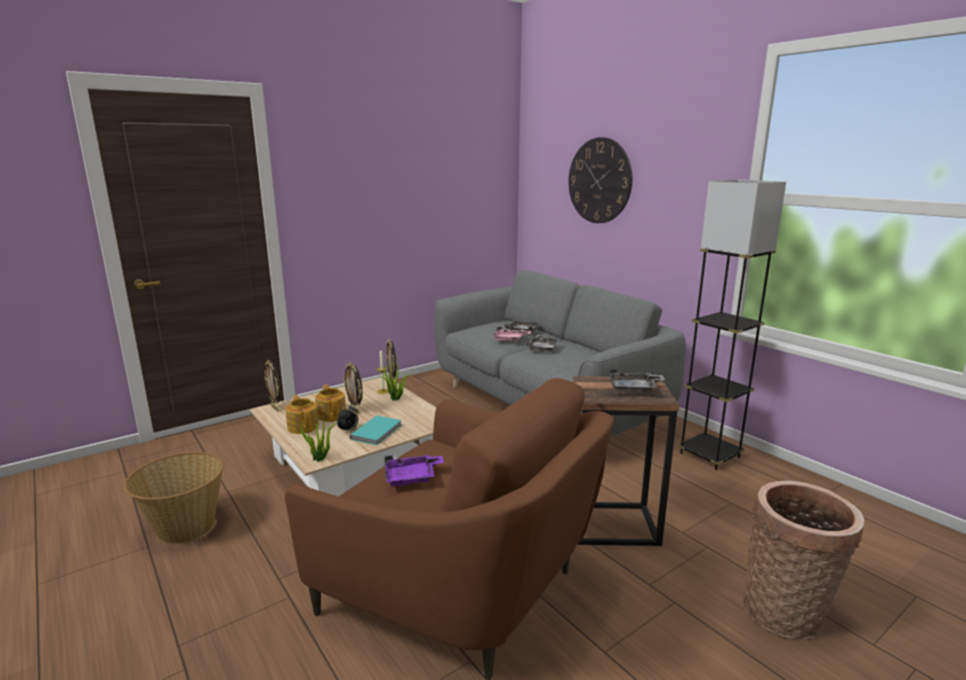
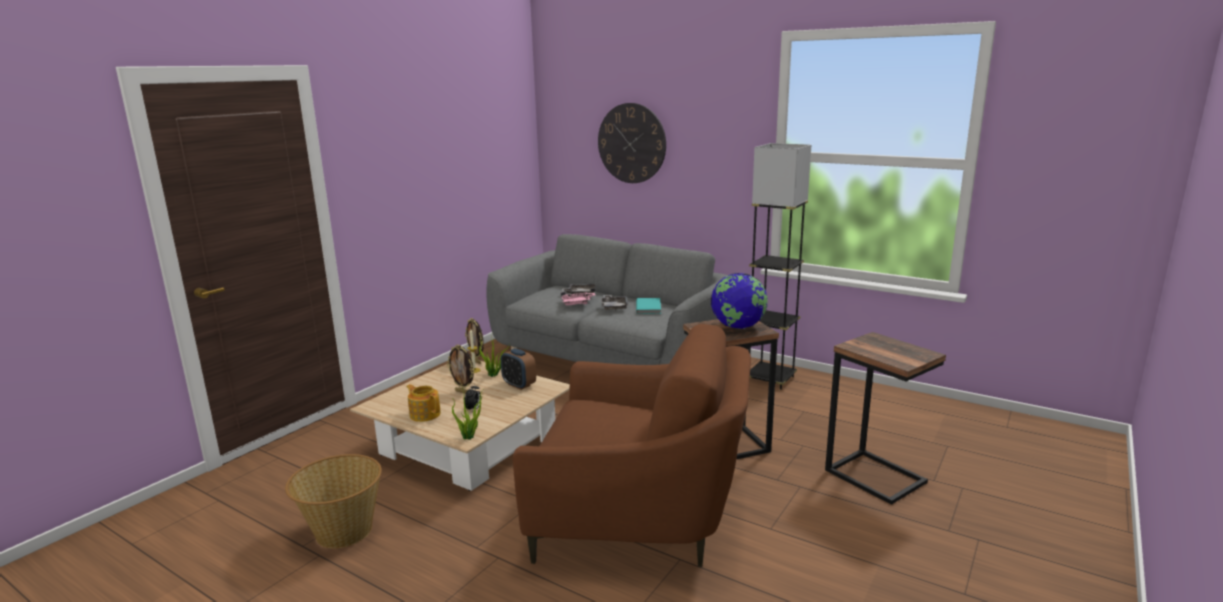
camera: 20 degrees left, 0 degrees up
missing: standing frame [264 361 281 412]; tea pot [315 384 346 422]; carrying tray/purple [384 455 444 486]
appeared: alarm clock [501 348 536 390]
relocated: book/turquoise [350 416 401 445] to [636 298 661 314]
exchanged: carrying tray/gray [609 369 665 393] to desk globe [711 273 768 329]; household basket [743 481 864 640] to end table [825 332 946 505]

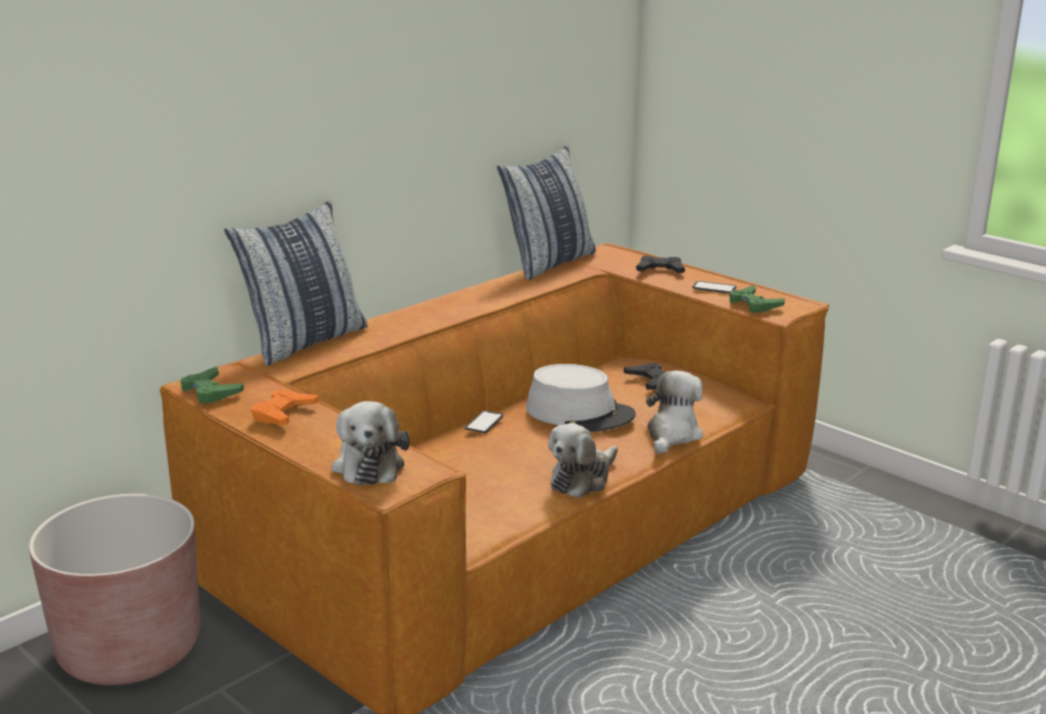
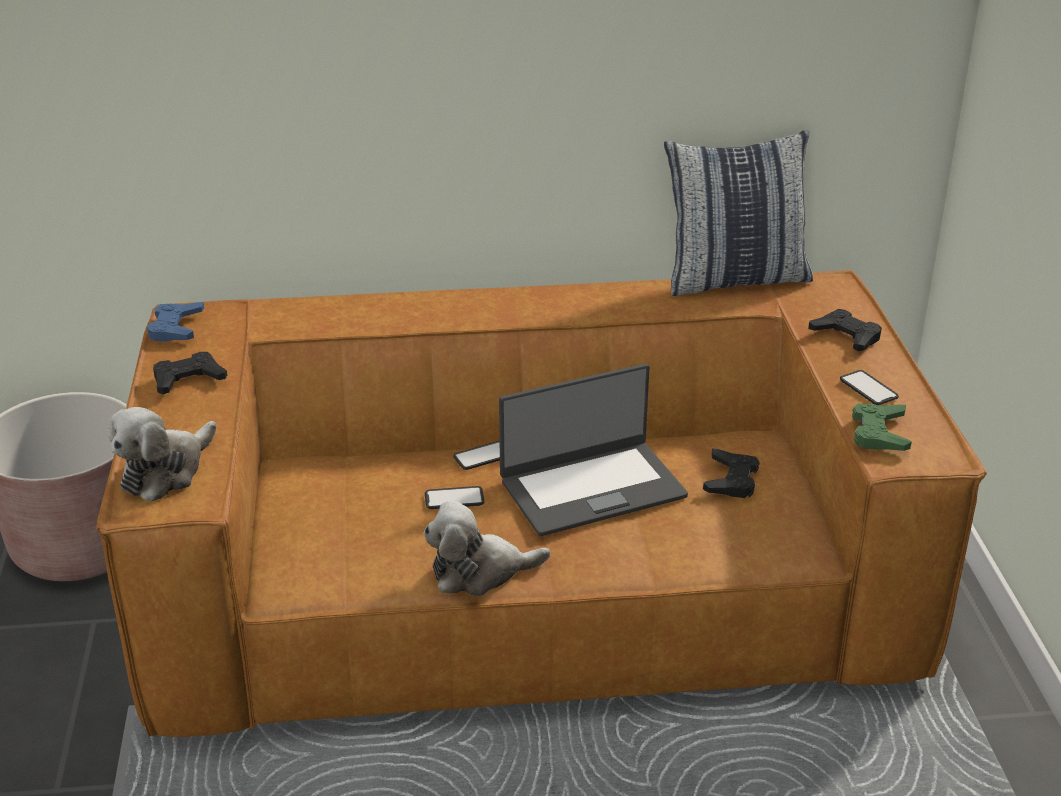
camera: 40 degrees right, 10 degrees up
missing: pillow [224 200 368 366]; plush toy [646 371 703 454]
appeared: phone [425 486 484 509]
exchanged: hat/gray [526 364 636 432] to notebook computer [499 364 688 536]
colour: joypad/greenish [181 366 244 404] to joypad/blue-coloured [146 302 204 341]; joypad/orangey [251 389 319 425] to joypad/black-coloured [153 352 227 394]

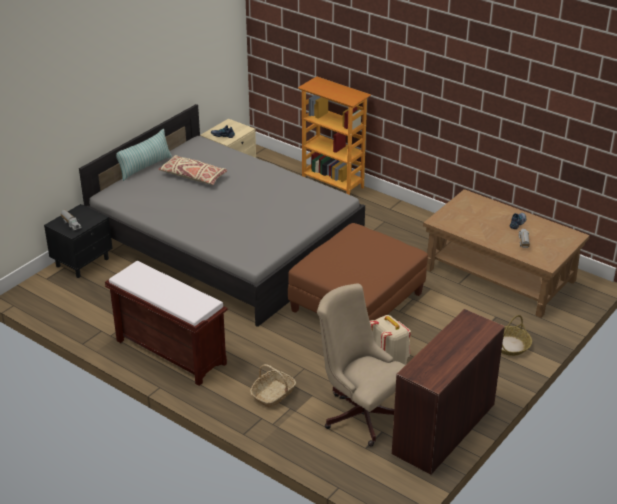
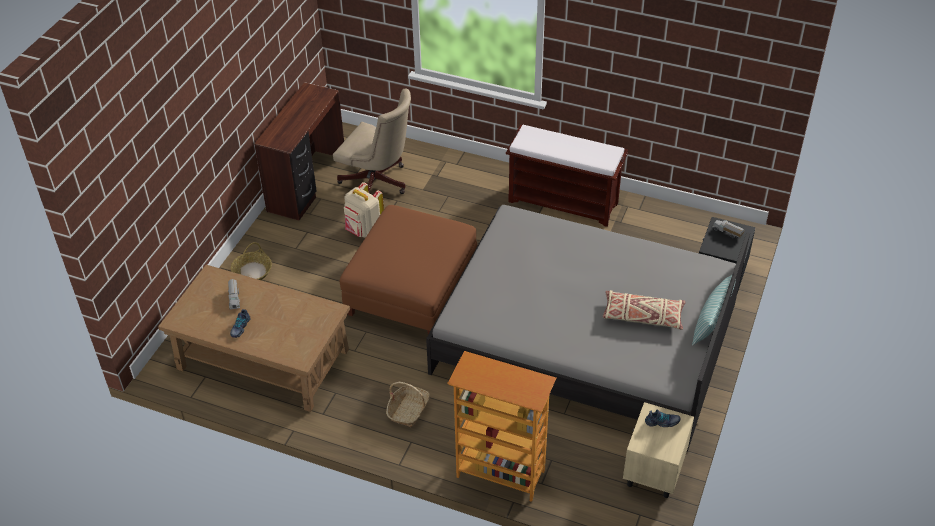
camera: 165 degrees right, 10 degrees up
relocated: household basket [250 364 296 408] to [386 382 430 427]

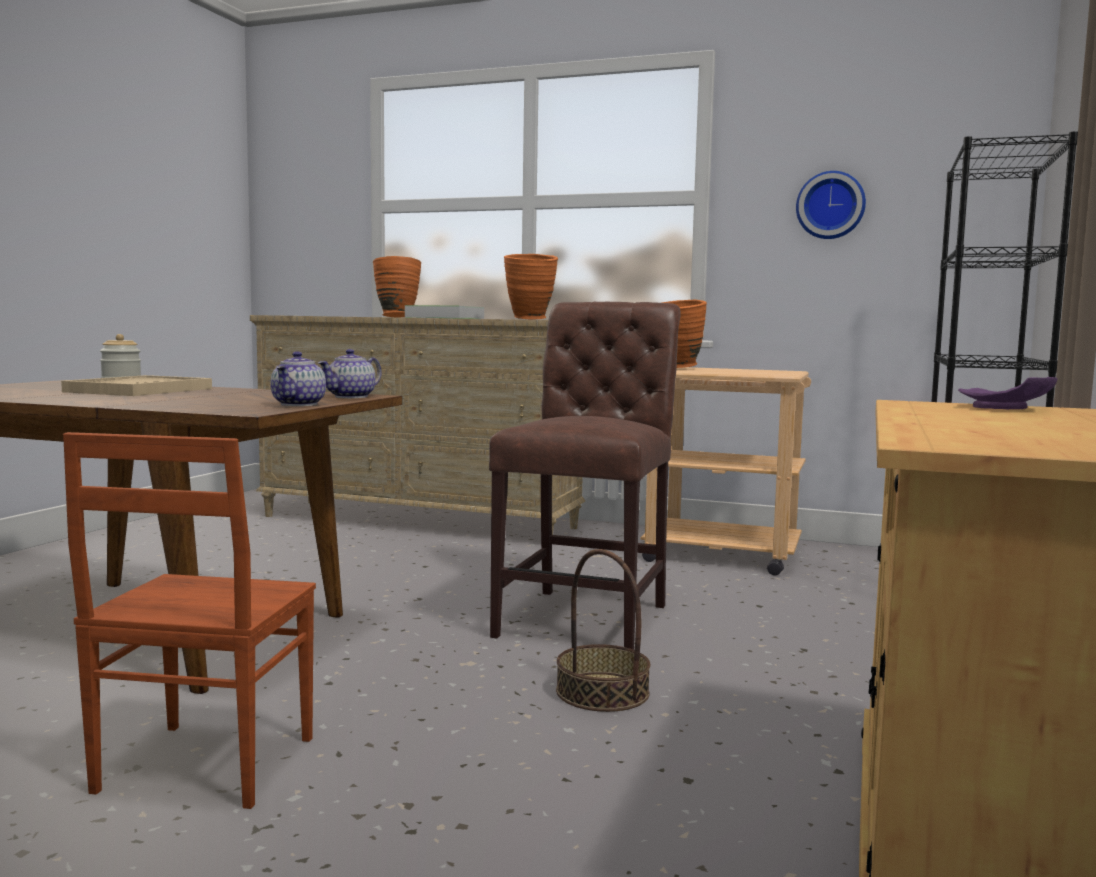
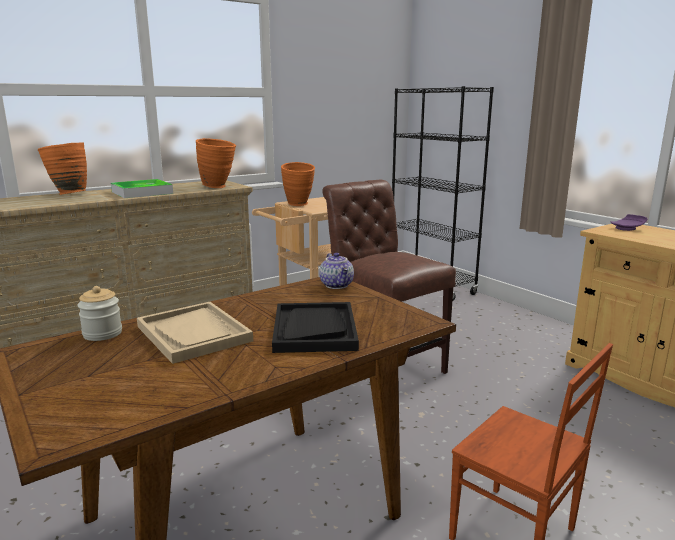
camera: 55 degrees left, 10 degrees up
missing: wall clock [796 171 866 239]; tea pot [270 351 326 406]; household basket [556 549 651 712]
appeared: carrying tray/black-coloured [272 302 359 353]

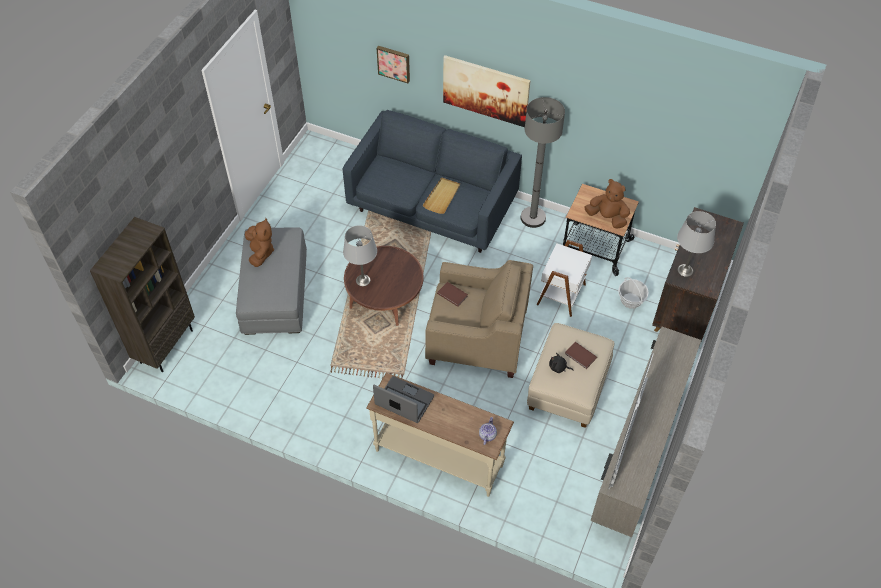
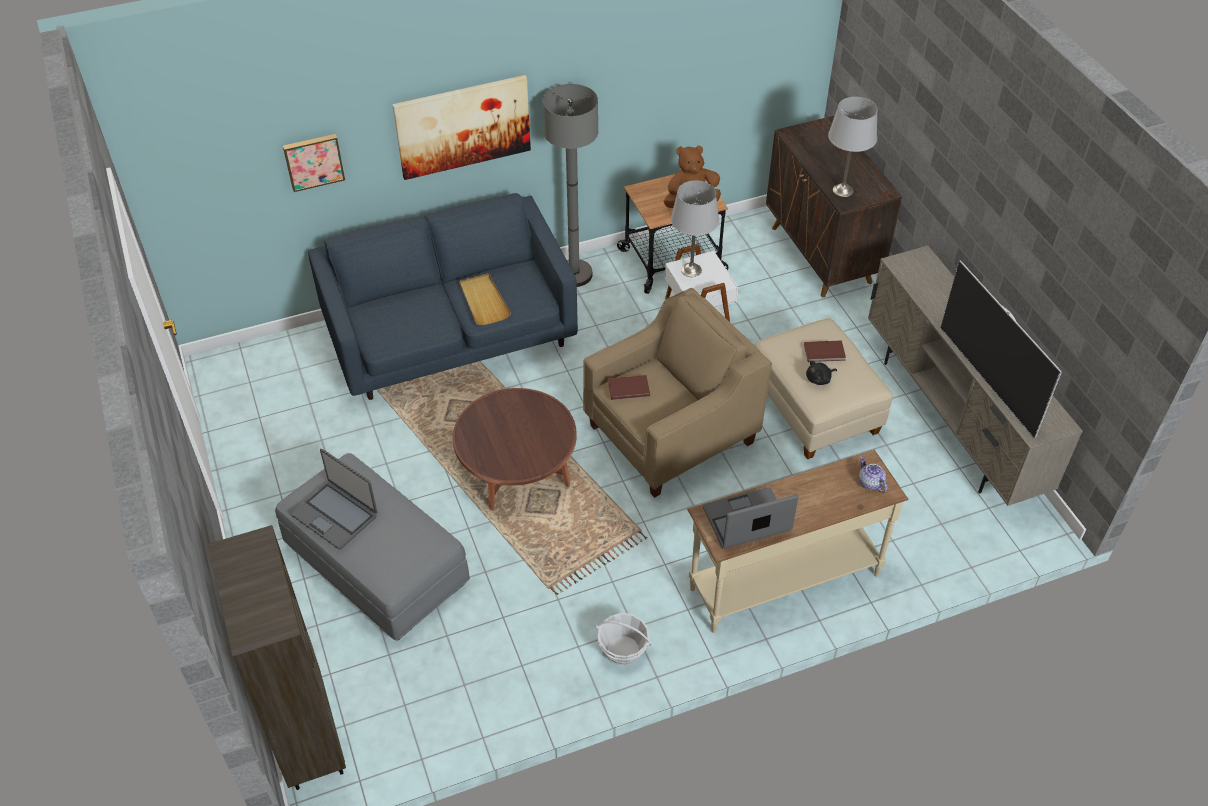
camera: 45 degrees left, 5 degrees down
relocated: table lamp/gray [343 225 377 286] to [671 181 719 277]; household basket [618 277 649 309] to [595 613 652 665]
exchanged: plush toy/brownish [245 218 274 267] to notebook computer [291 449 377 550]

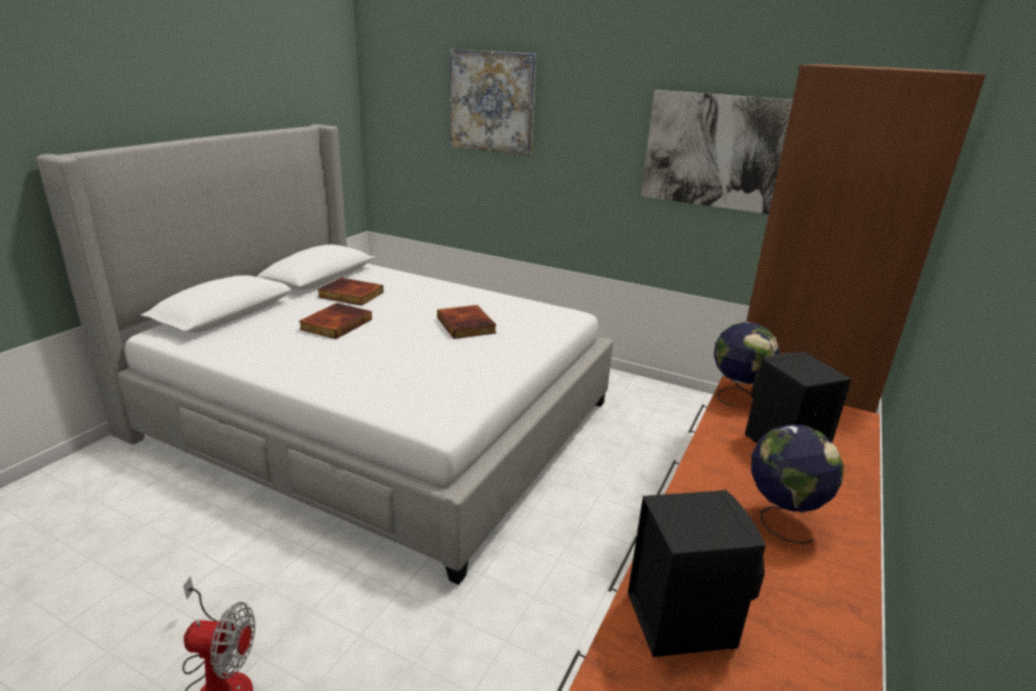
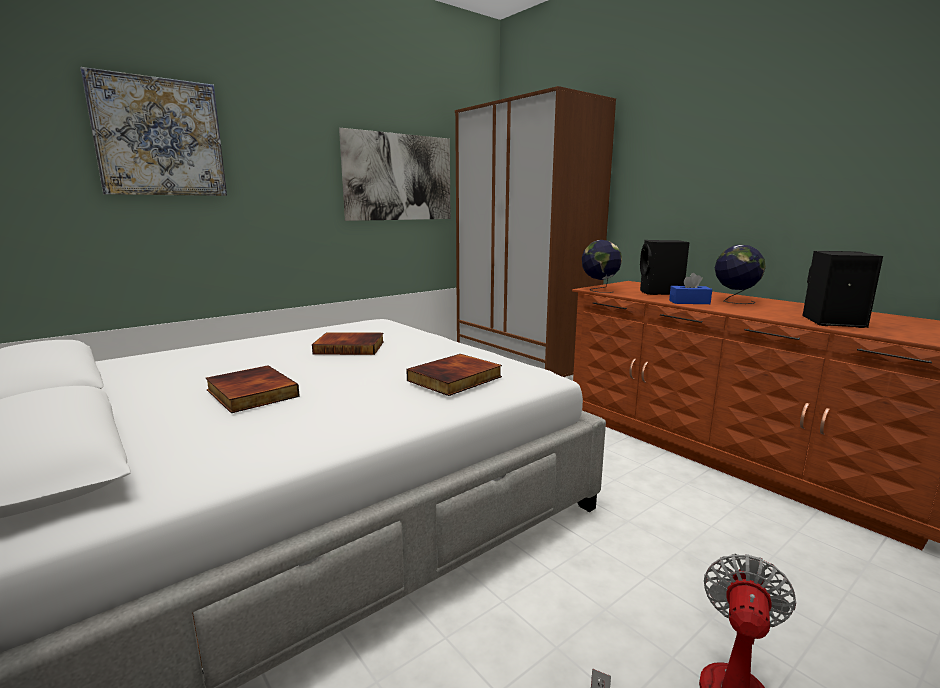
camera: 65 degrees left, 10 degrees down
appeared: tissue box/blue-coloured [669 273 712 304]
relocated: book [317 278 383 306] to [406 354 502 396]

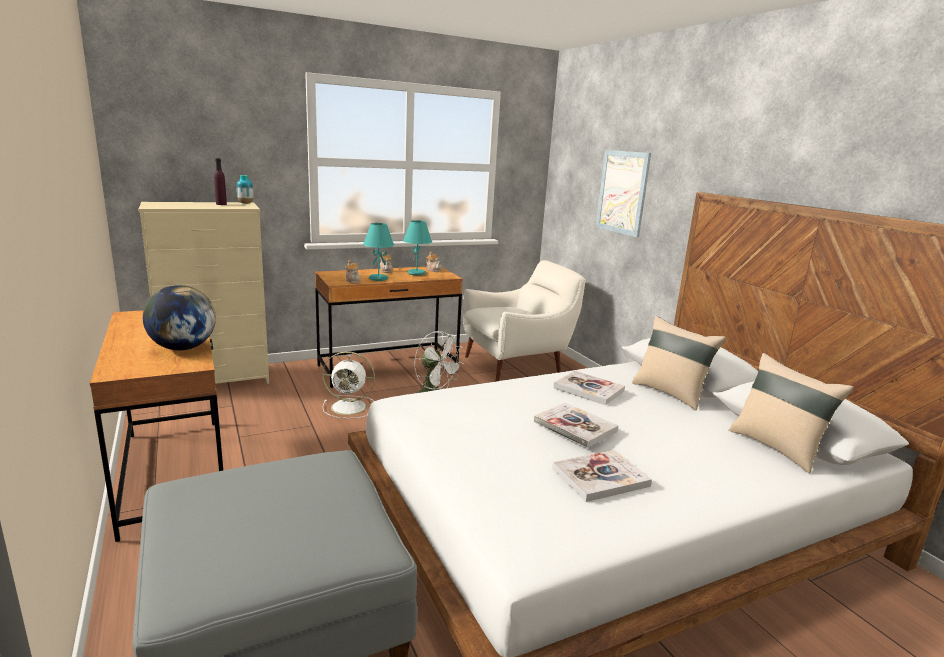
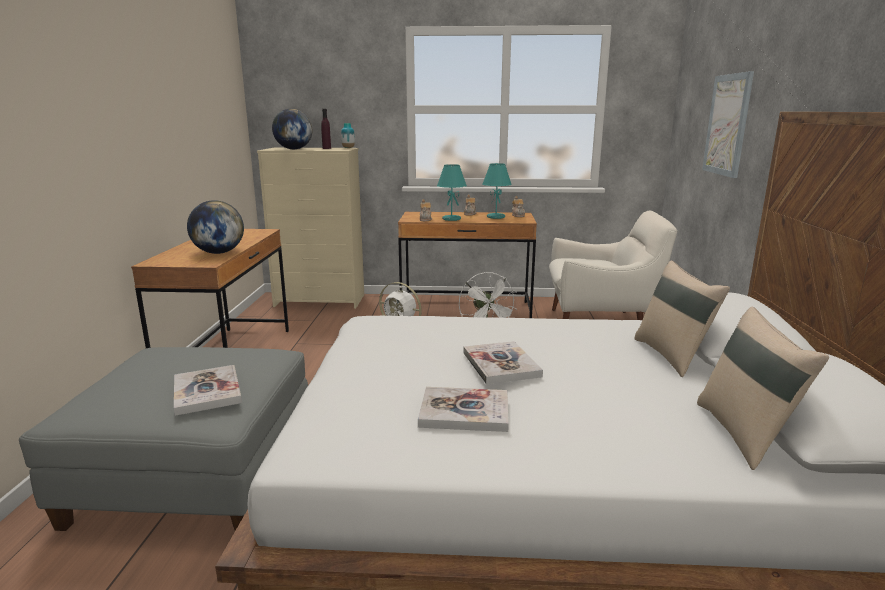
camera: 30 degrees right, 0 degrees up
appeared: desk globe [272 109 312 149]
relocated: book [553 371 625 405] to [174 365 242 416]

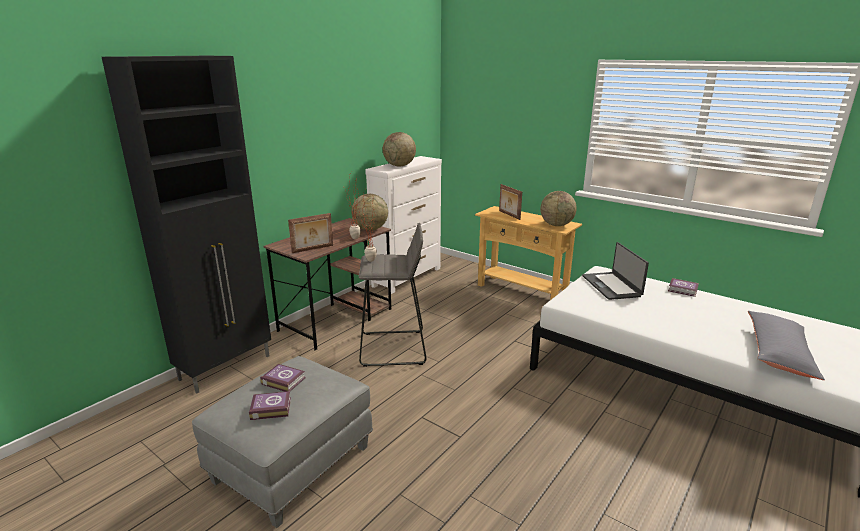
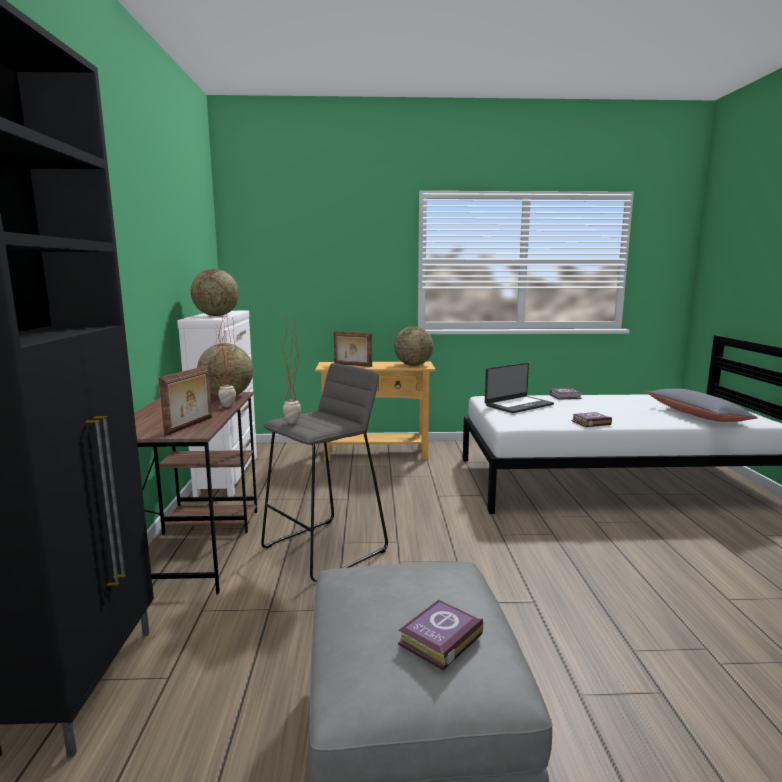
camera: 40 degrees left, 10 degrees down
relocated: book [260 364 306 392] to [571 412 612 427]
spun: notebook computer [582 242 649 300] = [485 363 554 413] 75 degrees counterclockwise

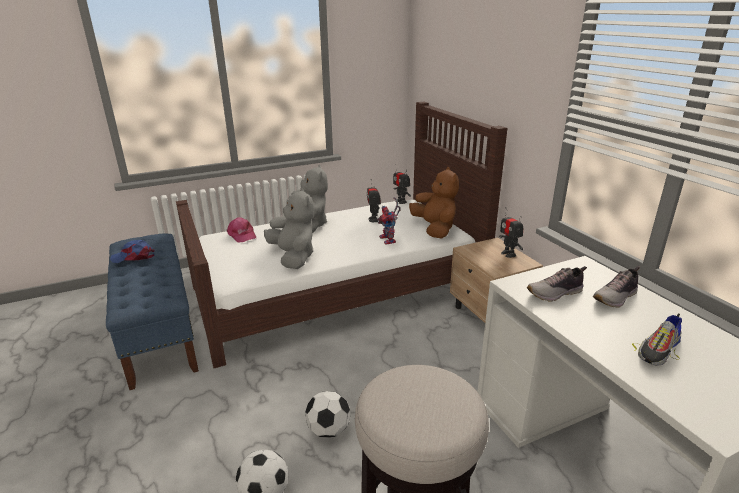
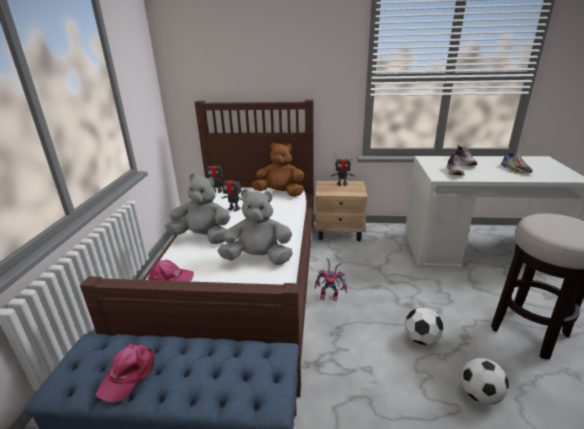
camera: 60 degrees left, 0 degrees up
relocated: toy robot [377 197 401 245] to [315 258 347 301]
colour: baseball cap/blue-coloured [110 240 154 263] to baseball cap/pinkish [95 344 155 402]

